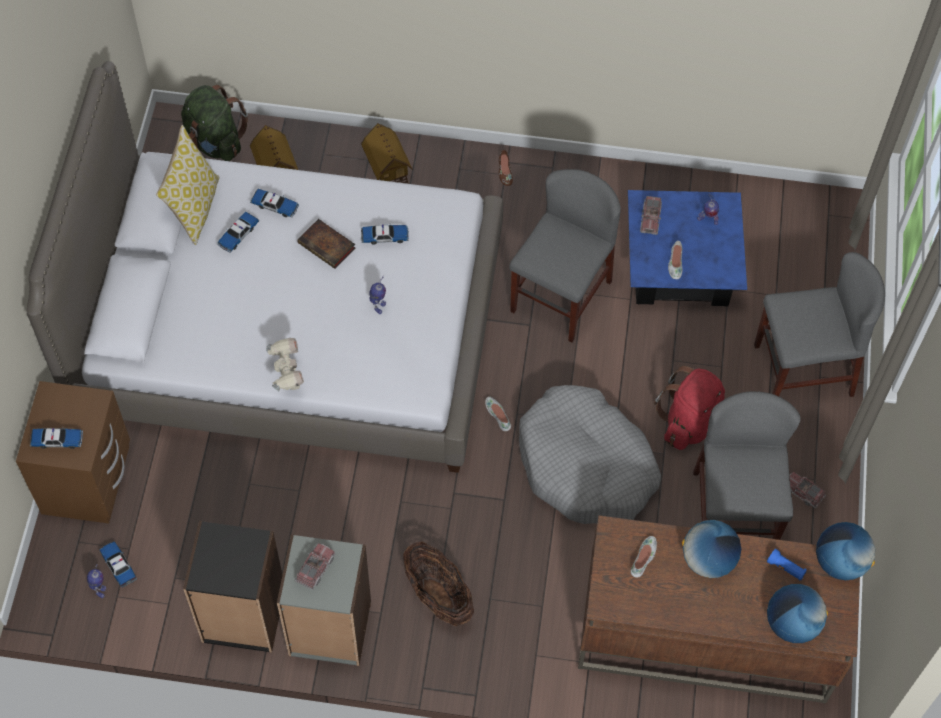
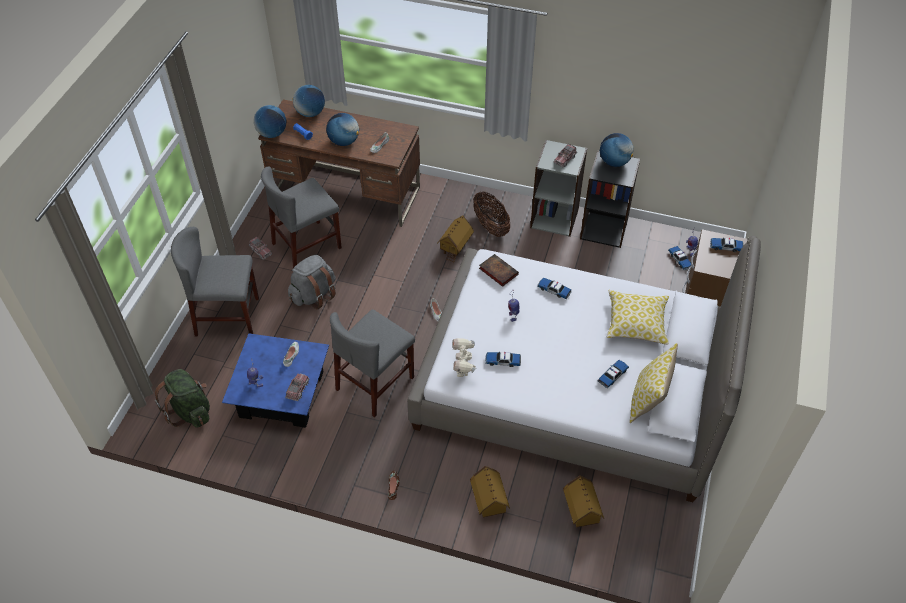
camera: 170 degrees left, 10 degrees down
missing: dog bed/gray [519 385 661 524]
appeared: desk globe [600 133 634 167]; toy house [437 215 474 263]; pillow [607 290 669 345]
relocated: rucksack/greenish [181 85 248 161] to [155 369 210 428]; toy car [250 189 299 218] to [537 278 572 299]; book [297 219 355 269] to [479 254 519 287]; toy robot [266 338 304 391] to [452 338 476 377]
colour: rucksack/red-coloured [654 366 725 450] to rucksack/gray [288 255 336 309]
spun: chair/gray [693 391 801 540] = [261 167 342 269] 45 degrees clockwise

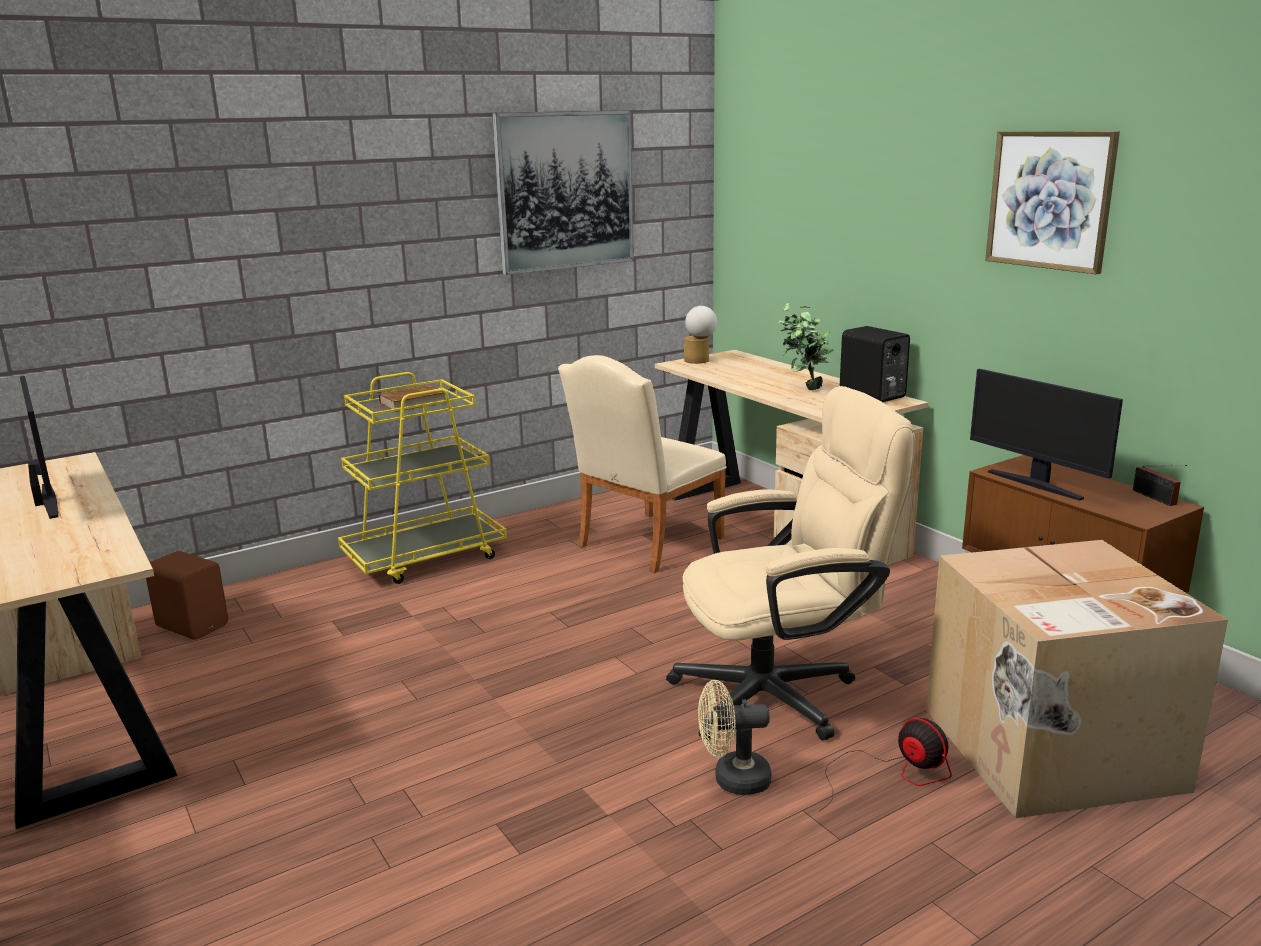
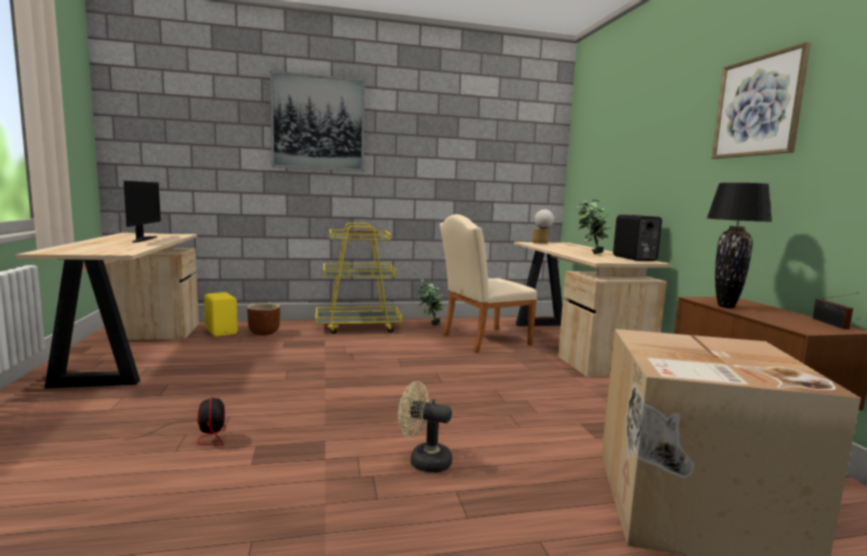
camera: 20 degrees right, 10 degrees down
missing: computer chair/sand-coloured [666 386 915 740]
appeared: plant in a pot [417 279 445 325]; plant pot/brownish [247 303 280 335]
relocated: picture [492 110 634 275] to [270 71 365 171]; fan [819 718 952 811] to [125 397 226 445]
exchanged: monitor [970 369 1123 501] to table lamp/black-coloured [707 183 772 308]
colour: speaker/brownish [146 551 228 640] to speaker/yellow-coloured [204 292 238 337]

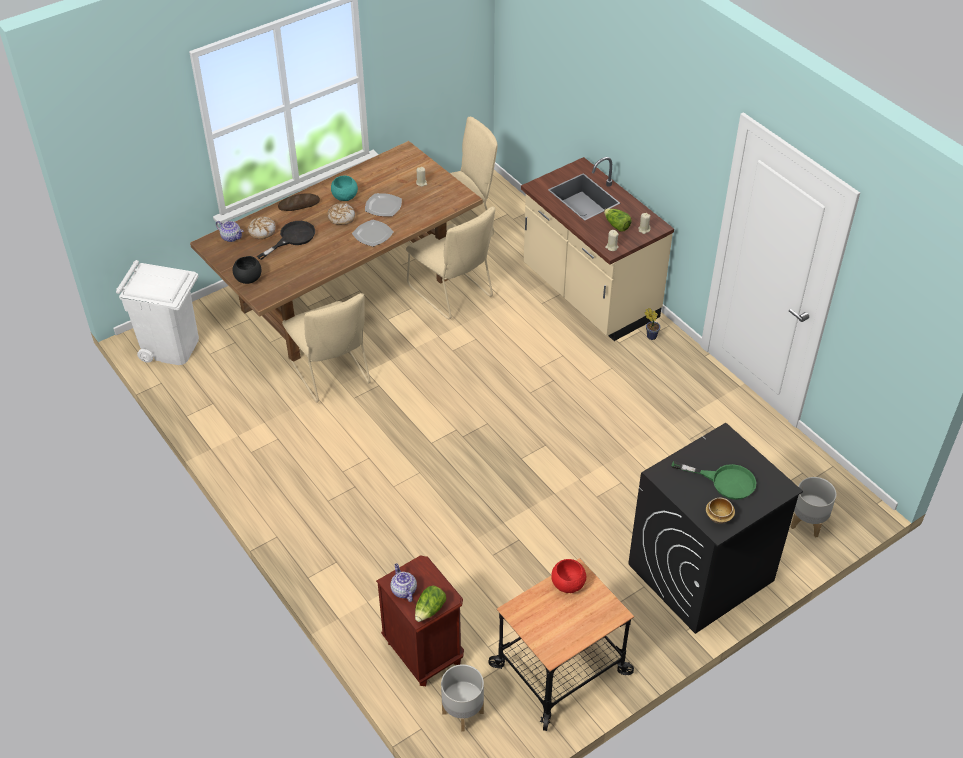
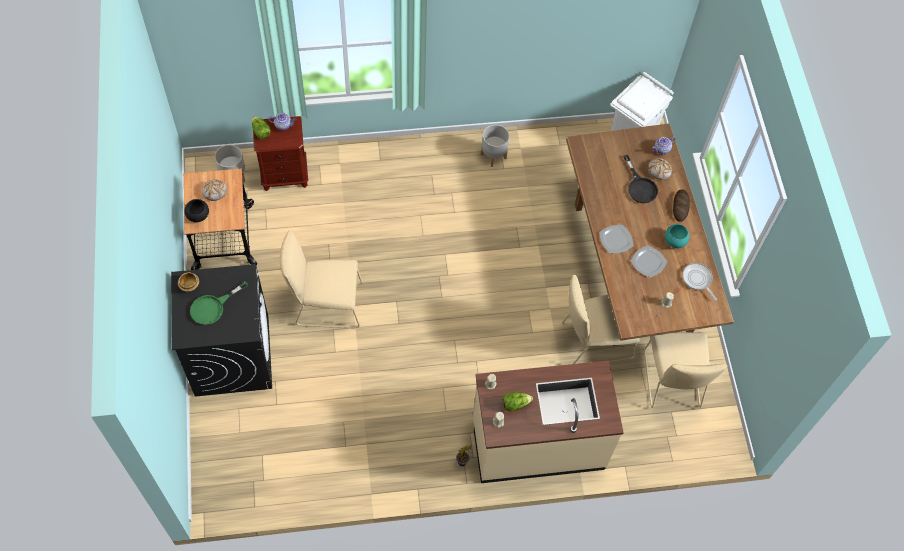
camera: 115 degrees right, 15 degrees up
missing: serving bowl/red-coloured [551 559 586 593]
appeared: frying pan [683 263 717 301]
relocated: baked bread [327 203 355 225] to [202 179 227 201]; serving bowl/black-coloured [233 256 261 284] to [184 199 209 222]; chair/sand-coloured [282 293 371 403] to [280 230 363 328]; plant pot/gray [791 477 836 538] to [481 125 509 167]

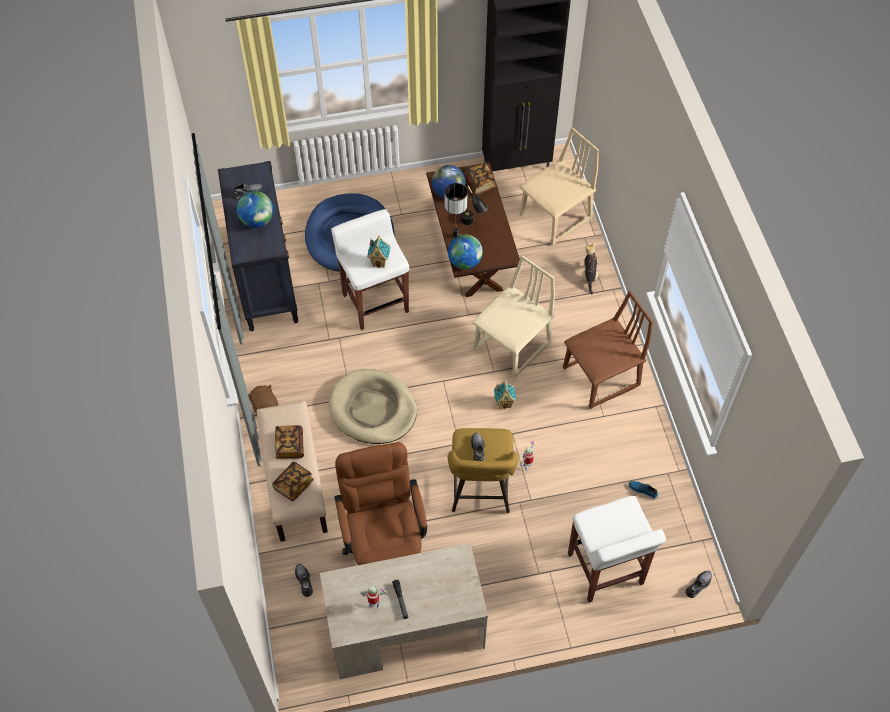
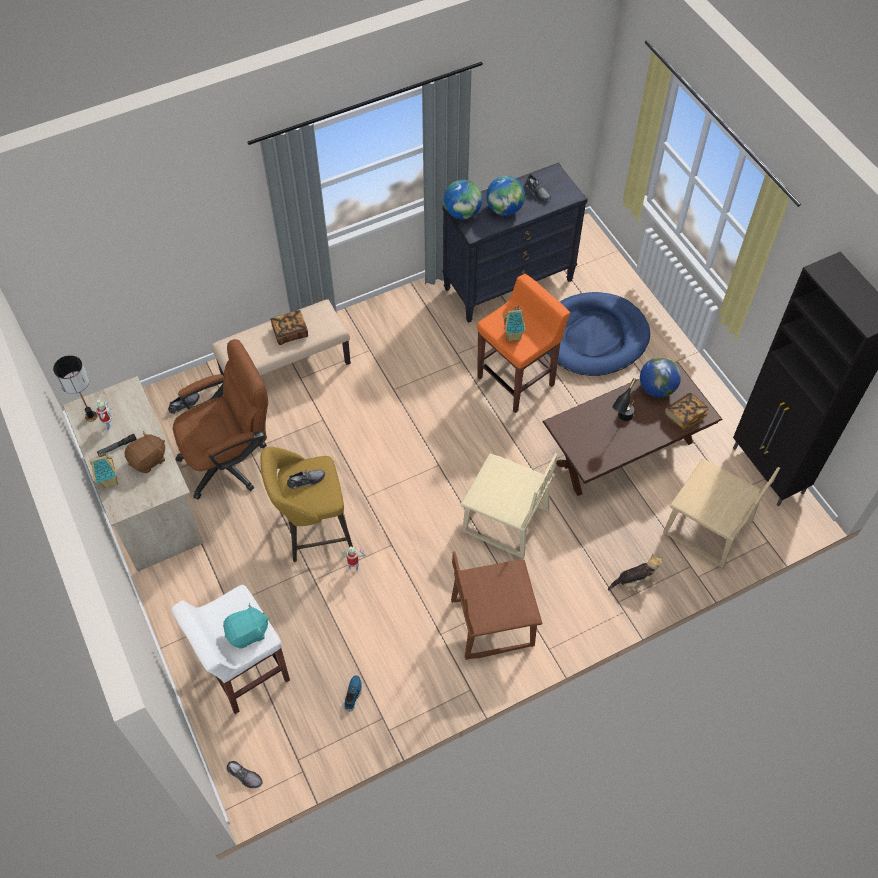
camera: 75 degrees right, 0 degrees up
missing: dog bed/sand-coloured [328 369 417 444]; book [272 462 314 502]
appeared: plush toy/turquoise [223 603 269 649]
relocated: table lamp [445 183 467 239] to [53 355 98 422]; desk globe [448 234 483 270] to [444 180 482 219]; toy house [494 380 516 409] to [90 450 118 488]; plush toy/brownish [248 385 278 414] to [124 431 165 473]
colour: sitting stool/whitish [331 209 409 330] to sitting stool/orangey [477 274 570 413]
spun: chair/brownish [563 291 653 409] = [451 551 542 660] 120 degrees clockwise

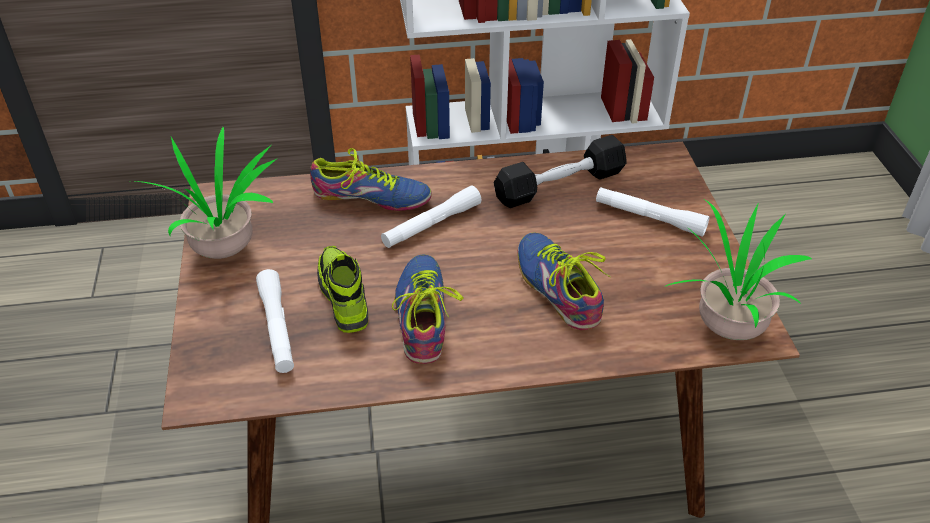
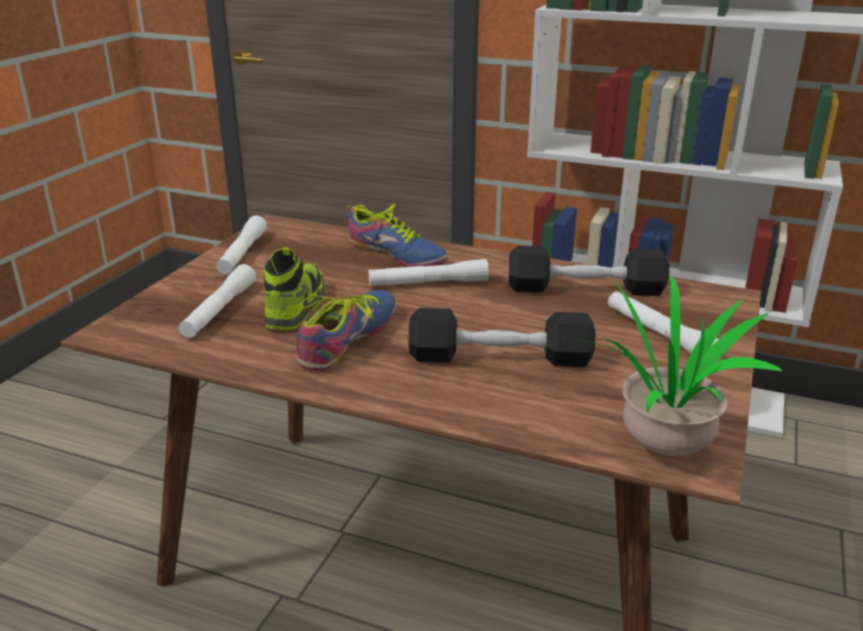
camera: 30 degrees right, 15 degrees down
exchanged: plant in a pot [135 127 278 259] to hand torch/whitish [216 215 267 275]; shoe [518 233 611 330] to free weight/black-coloured [408 308 596 367]

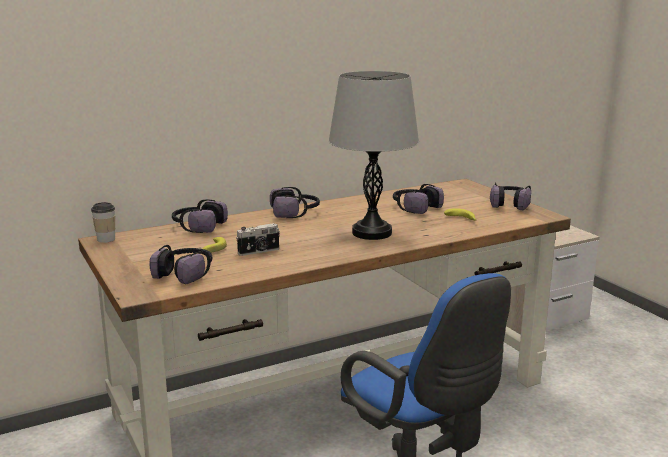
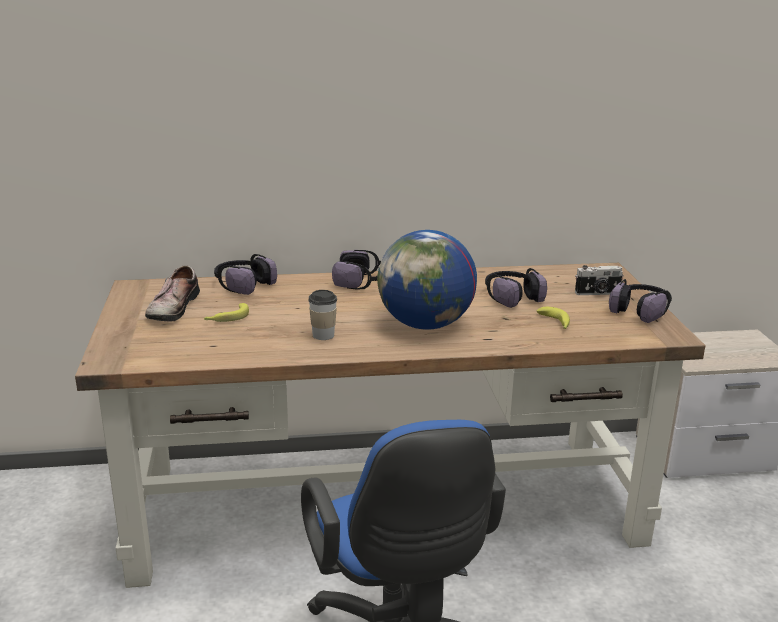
camera: 20 degrees right, 5 degrees up
missing: headset [149 245 212 284]
appeared: shoe [145 265 200 321]
relocated: cup [91 202 115 243] to [308 290 337 340]; photo camera [236 223 280 256] to [575 265 624 295]
exchanged: table lamp/gray [329 71 419 240] to desk globe [377 230 477 330]

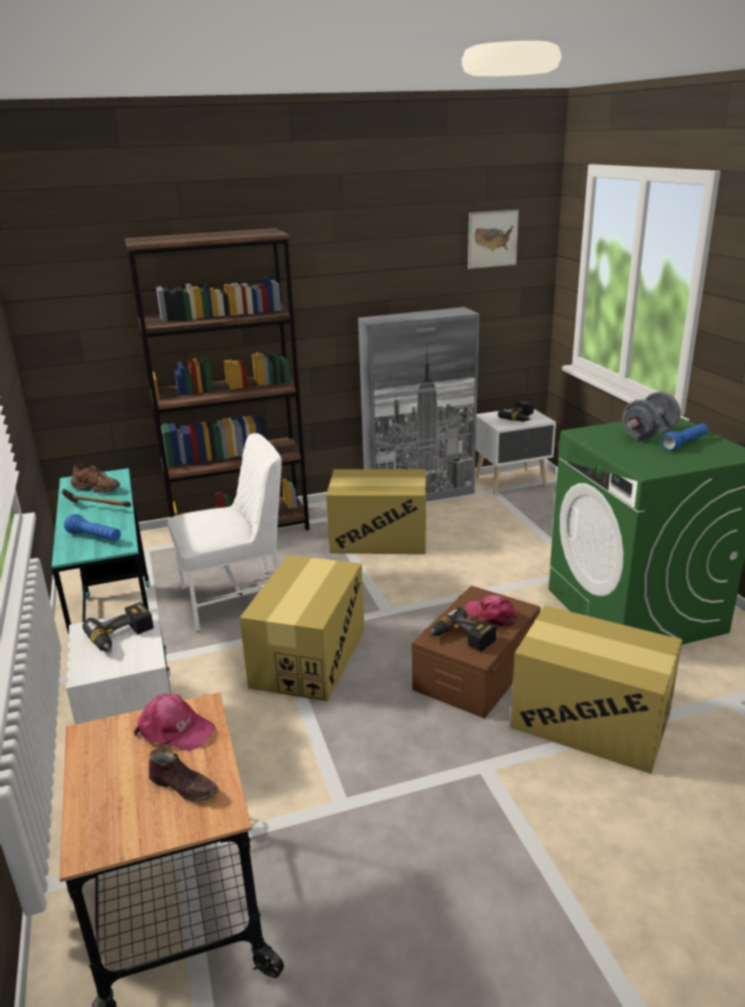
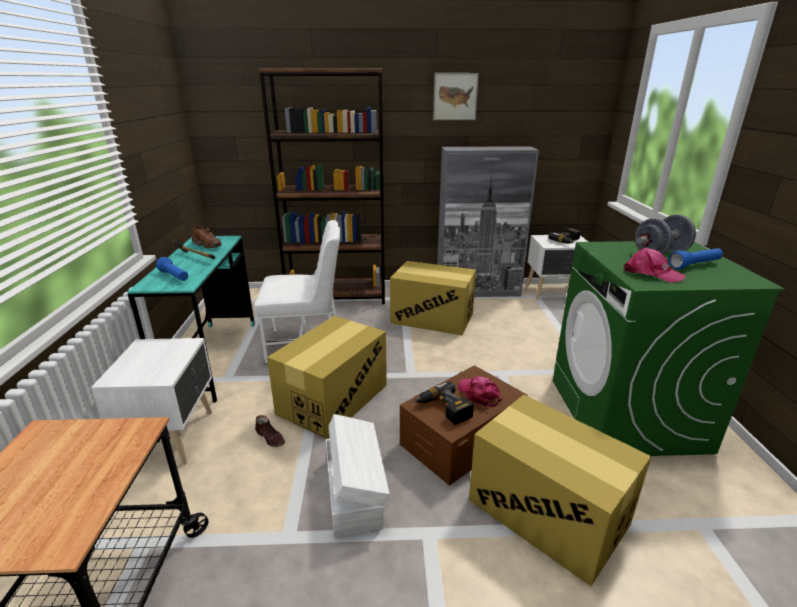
camera: 15 degrees right, 0 degrees up
missing: electric drill [82 602 154 652]
appeared: storage container/whitish [326 414 390 538]
relocated: picture [468 210 519 269] to [433 73 479 120]; baseball cap/pinkish [134 694 216 751] to [623 248 685 283]; shoe/brownish [149 748 219 802] to [255 415 285 447]

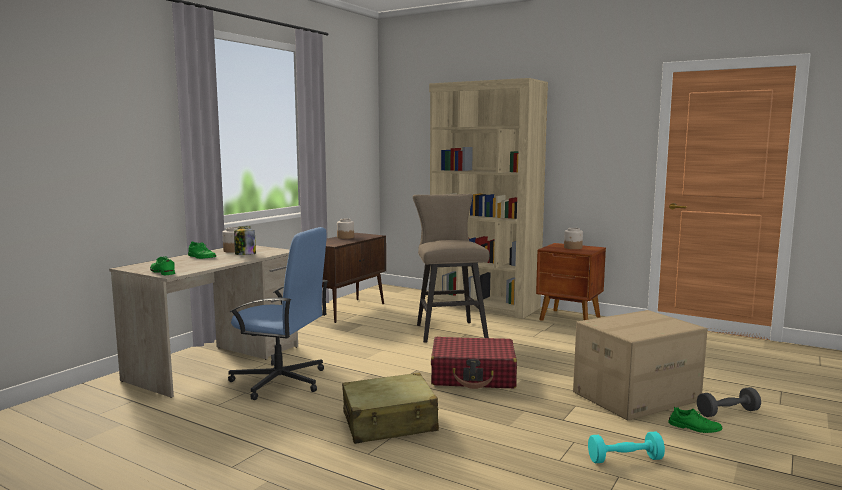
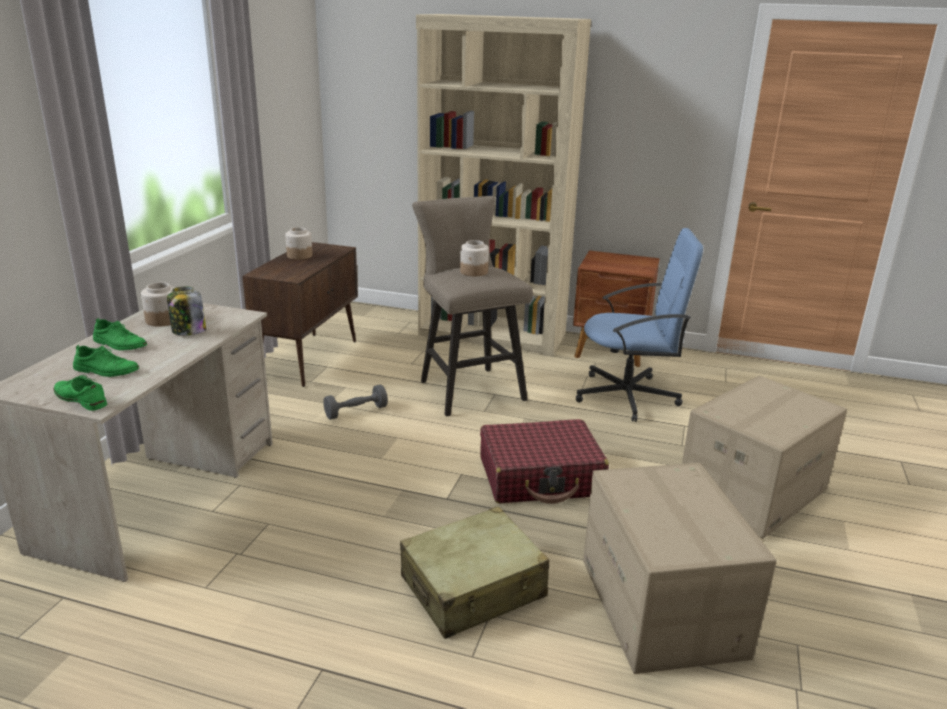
camera: 15 degrees left, 15 degrees up
missing: free weight/turquoise [588 432 665 463]
appeared: cardboard box [583 463 777 674]
relocated: computer chair/blue-coloured [228 227 328 400] to [576 228 703 422]; preserve jar [564 228 583 249] to [460 240 489 276]; free weight/gray [697 387 761 417] to [323 384 388 420]; shoe/greenish [668 406 722 433] to [73 345 139 377]

